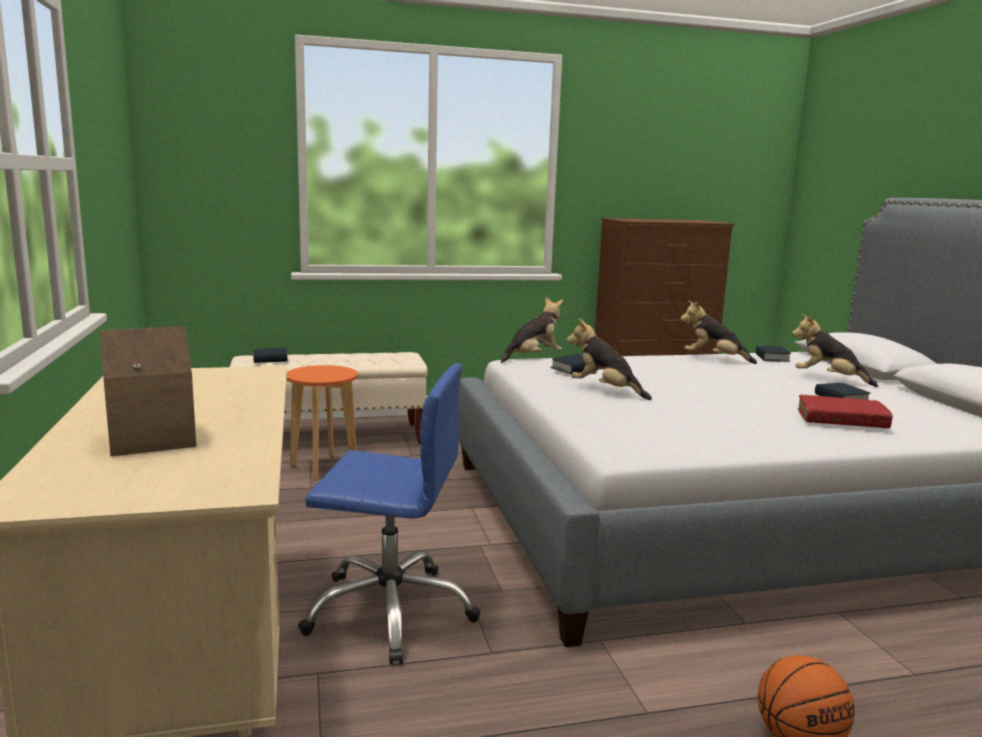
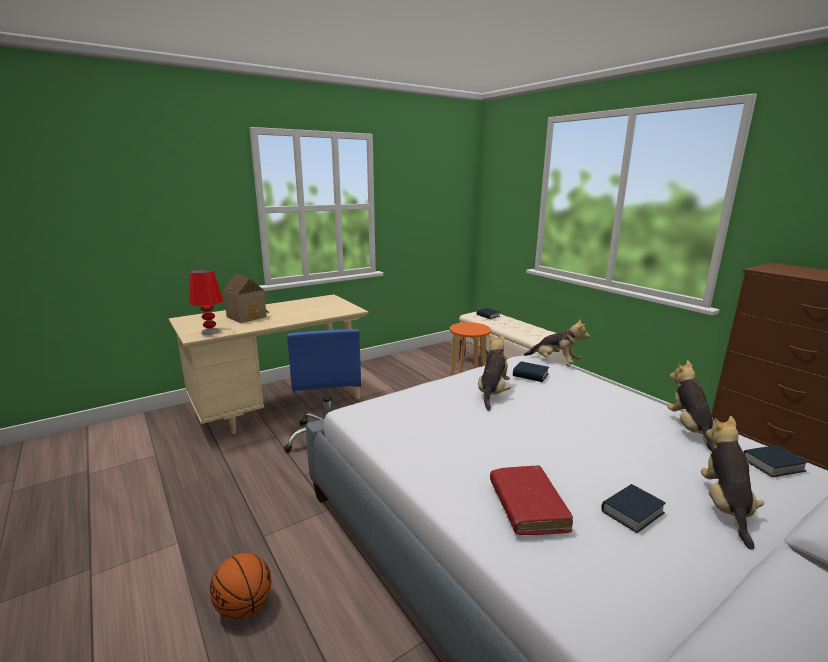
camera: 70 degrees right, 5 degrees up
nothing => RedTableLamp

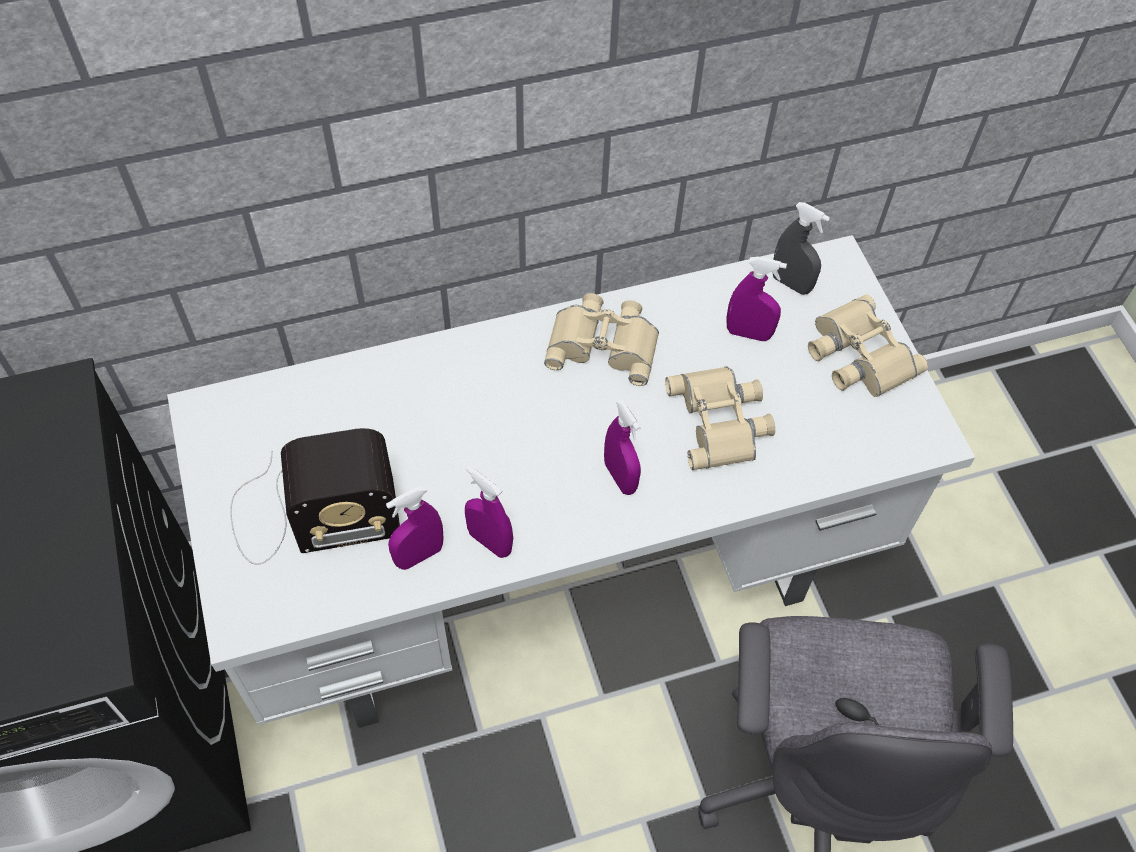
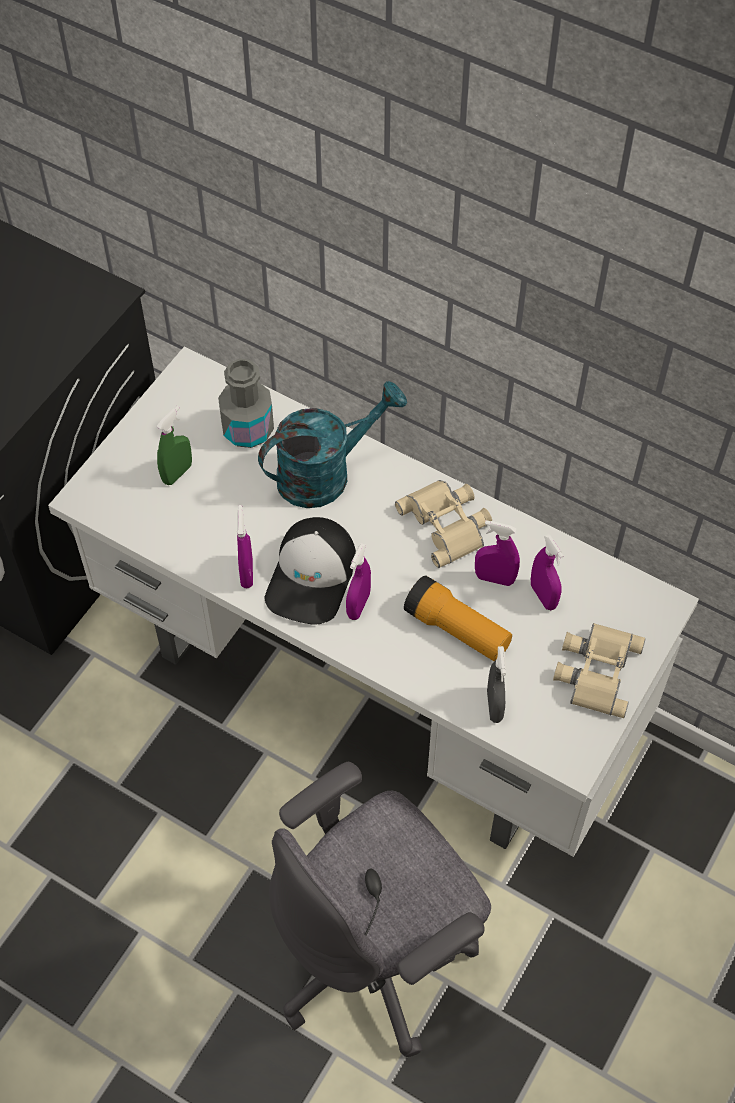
camera: 50 degrees right, 0 degrees up
nothing => GreyBottle
nothing => TurquoiseWateringCan
nothing => Cap
PurpleSprayBottle (1st from left in the first image) => PurpleSprayBottle (3rd from left), moved
GreySprayBottle, moved
Radio => GreenSprayBottle
BeigeBinoculars (2nd from left) => Flashlight

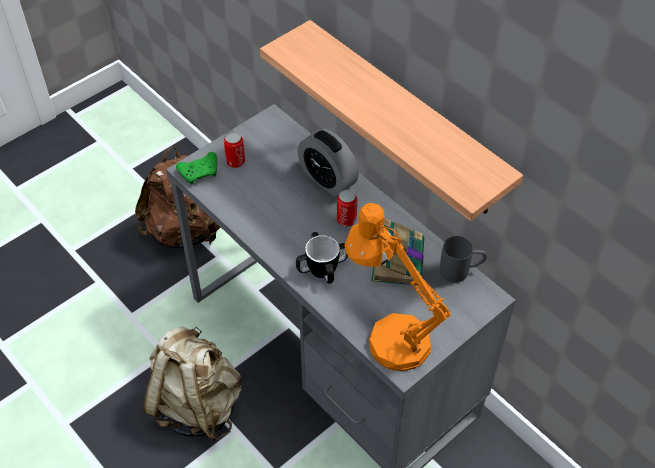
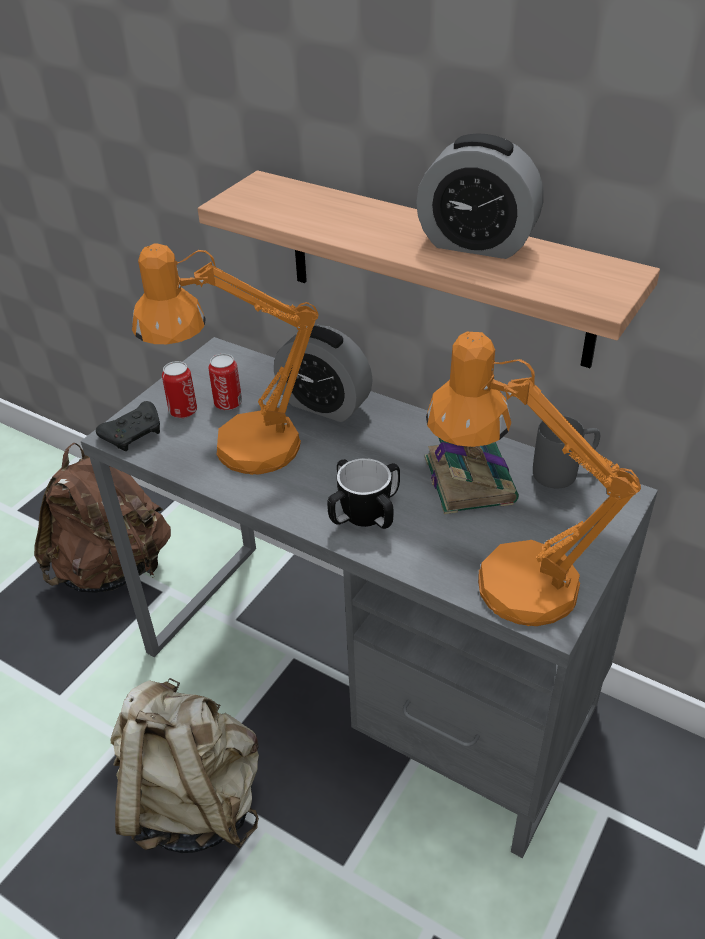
camera: 15 degrees left, 10 degrees down
nothing => OrangeTableLamp (1st from left)
nothing => AlarmClock (2nd from left)
Can (2nd from left), moved
GreenGameController => BlackGameController

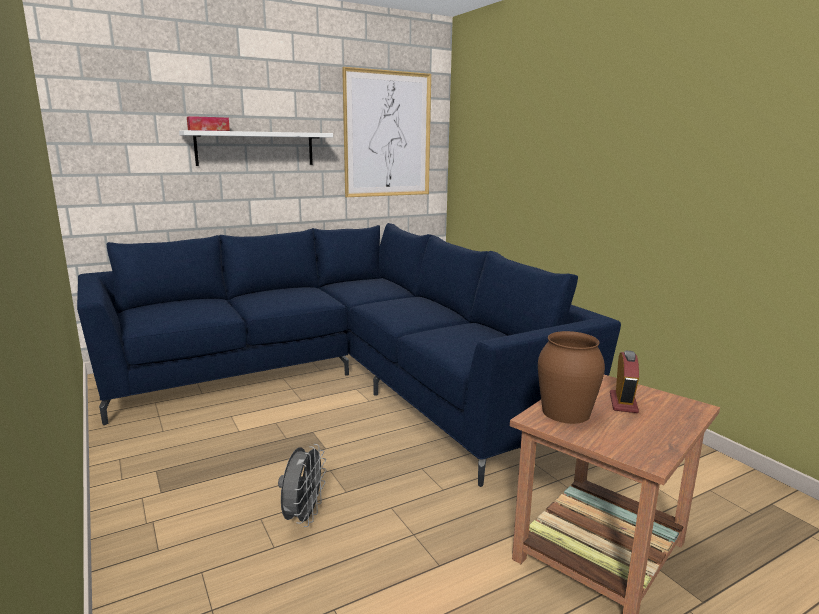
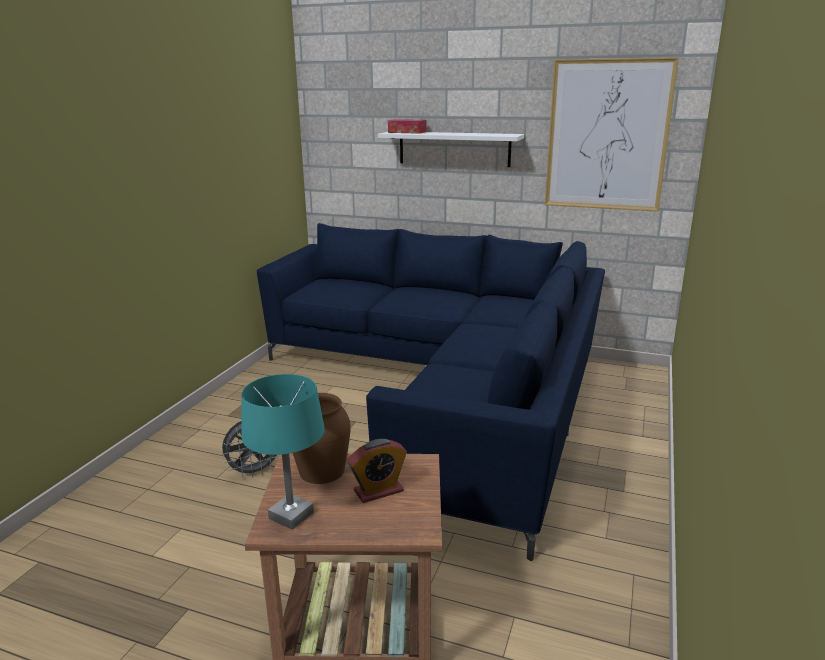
camera: 50 degrees right, 5 degrees up
nothing => TurquoiseTableLamp

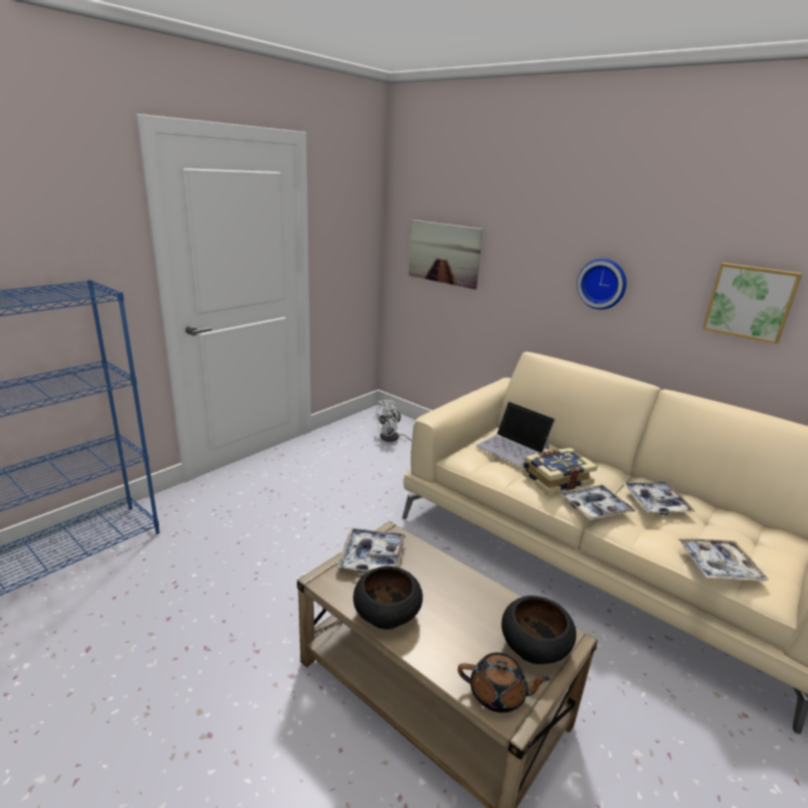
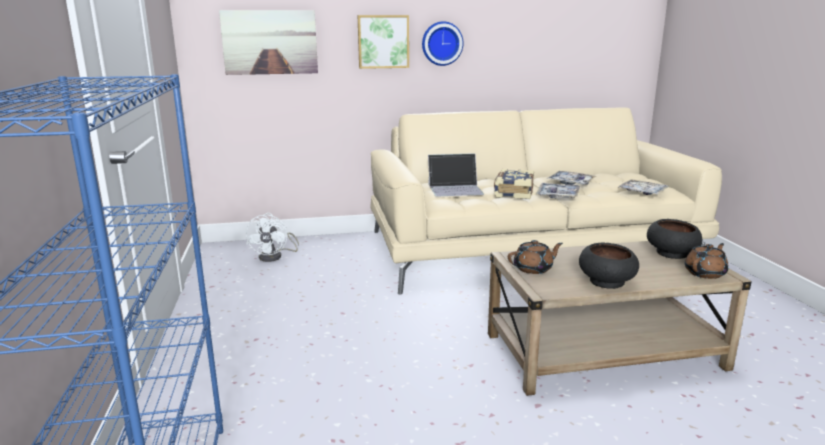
camera: 50 degrees left, 5 degrees down
Picture (2nd from left), moved
Tray (1st from left) => BrownTeapot (1st from left)

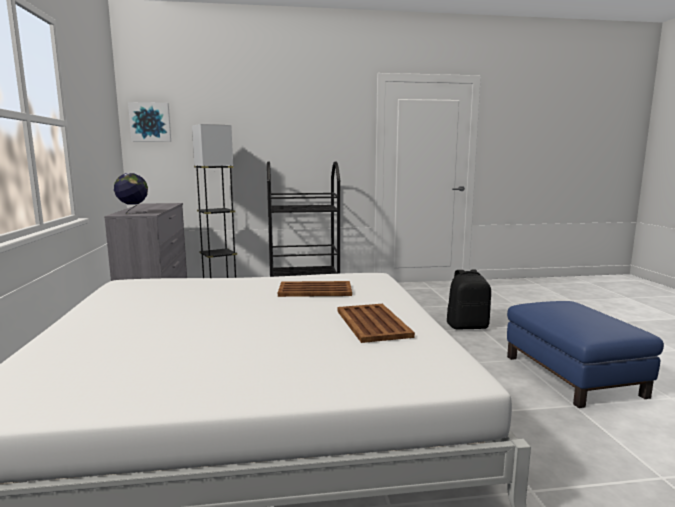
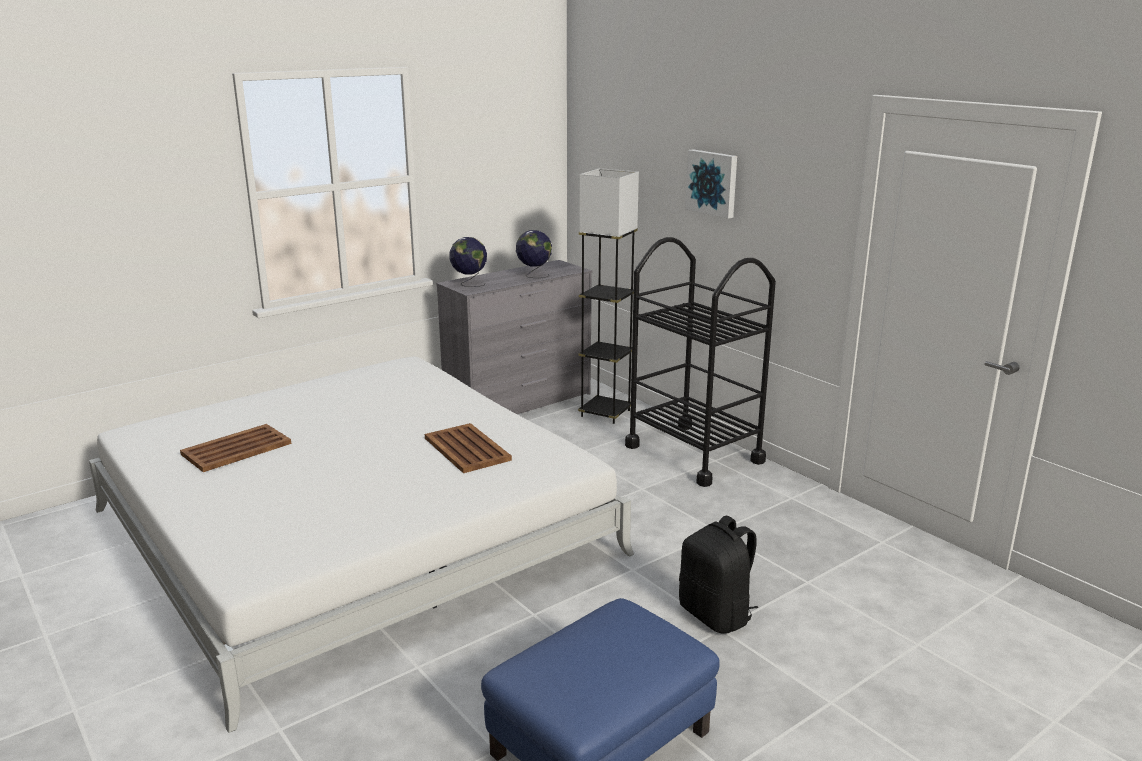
camera: 60 degrees right, 10 degrees up
nothing => Globe (2nd from left)
Picture, moved
BrownTray (2nd from left in the first image) => BrownTray (1st from left), moved

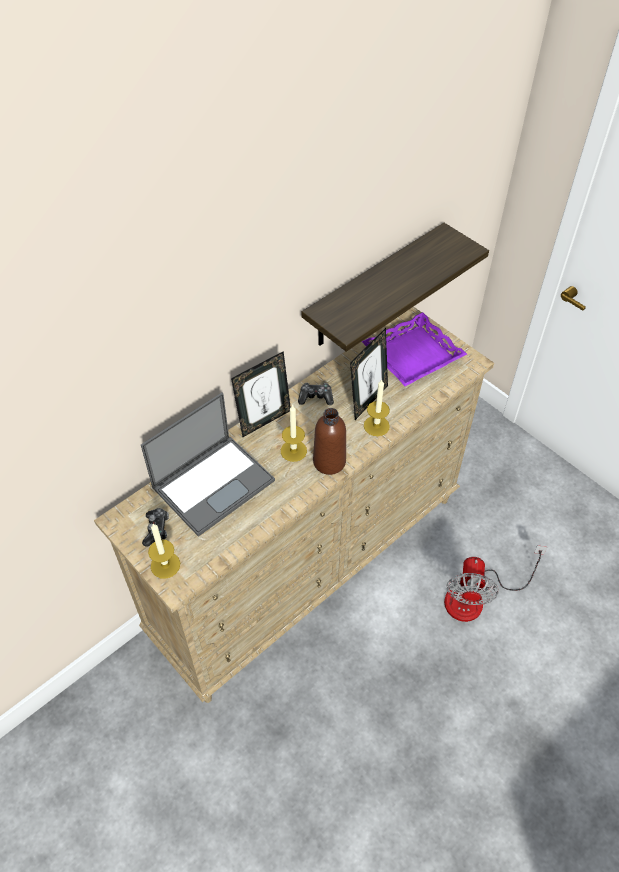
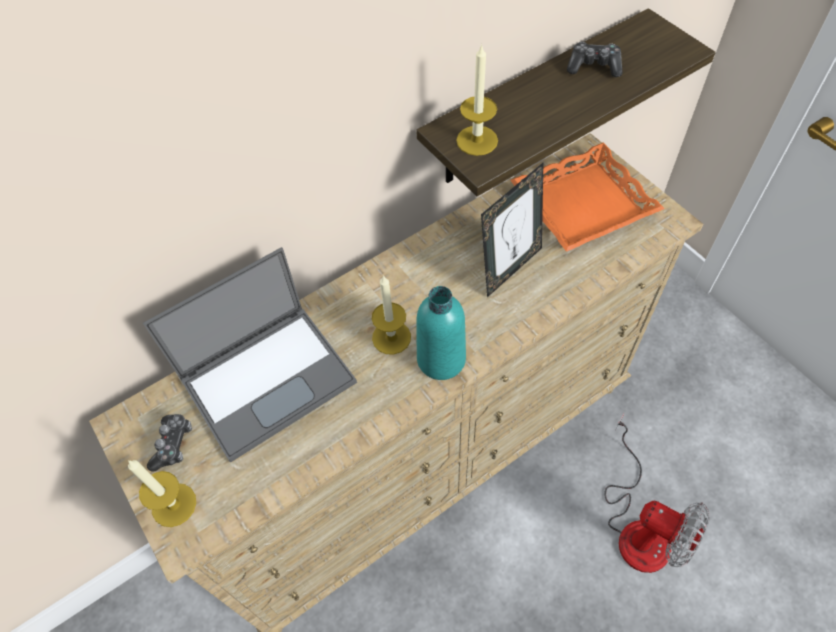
camera: 10 degrees right, 5 degrees up
PictureFrame (1st from left) => nothing
GameController (2nd from left), moved
Candle (3rd from left), moved
BrownBottle => TurquoiseBottle
PurpleTray => OrangeTray
Fan, 75 degrees counterclockwise

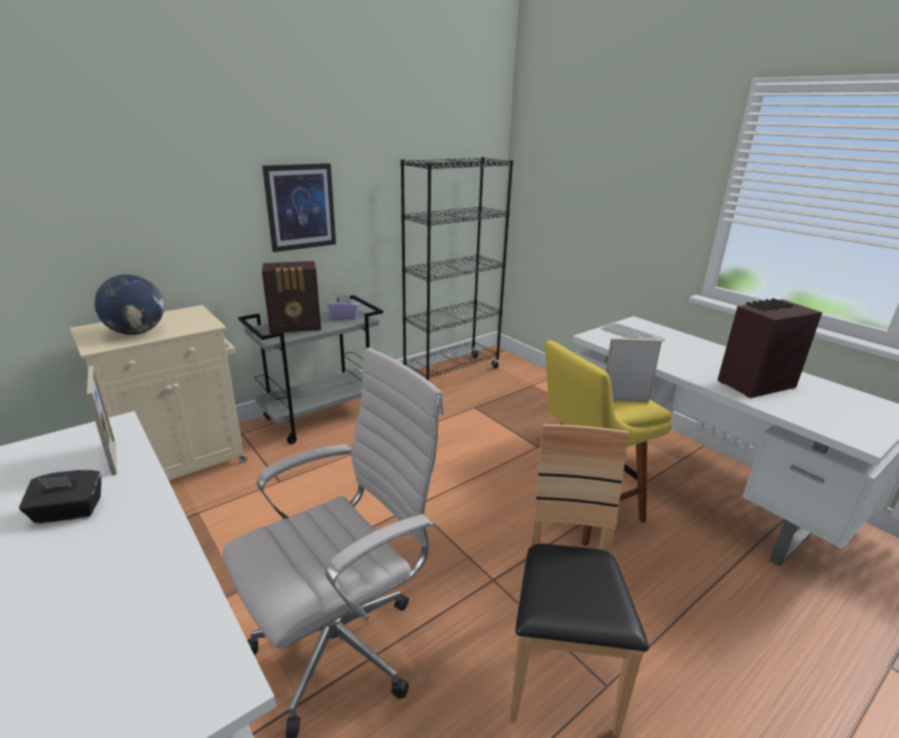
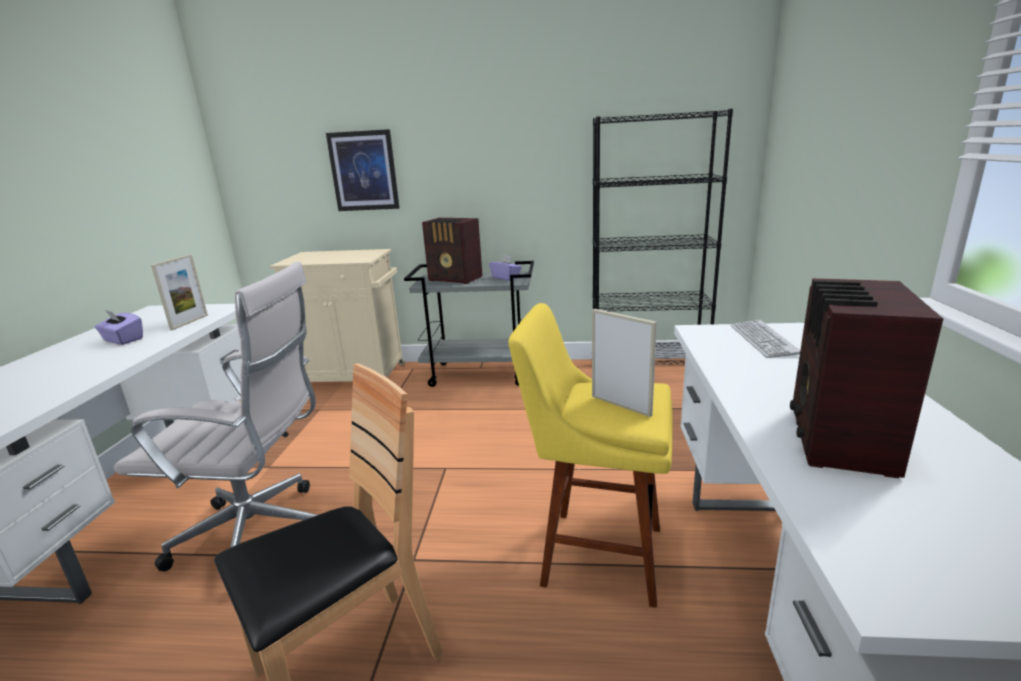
camera: 45 degrees right, 5 degrees down
Globe => nothing
Picture, moved
BlackTissueBox => PurpleTissueBox (1st from left)
Radio (2nd from left), 90 degrees counterclockwise

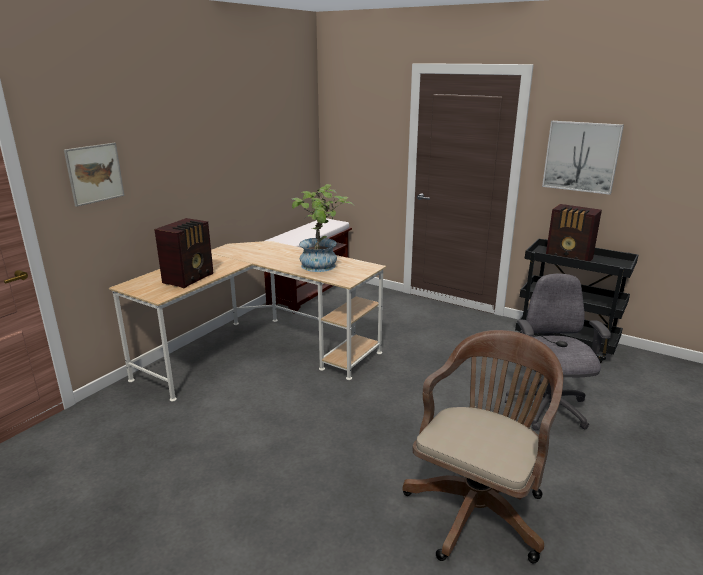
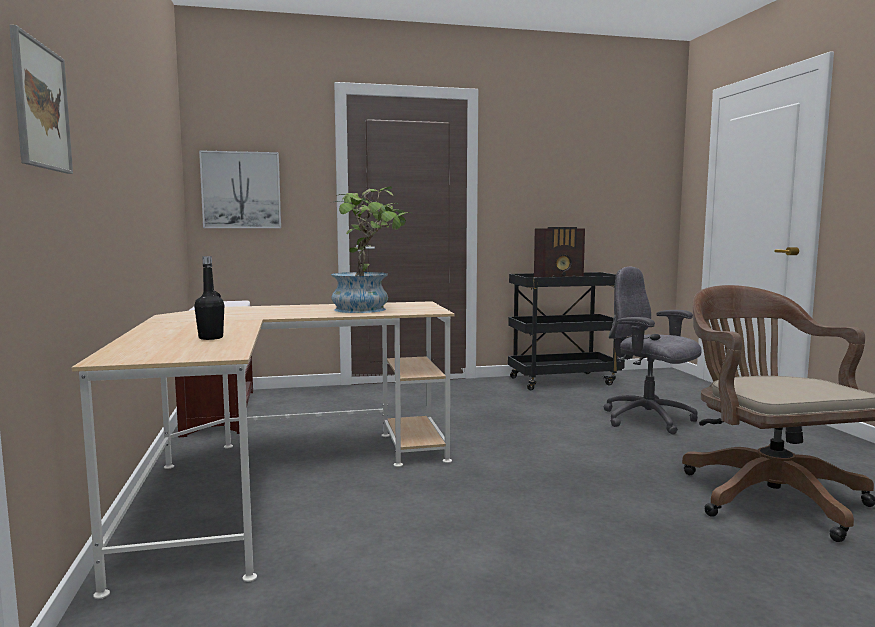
camera: 45 degrees left, 15 degrees down
Picture (2nd from left), moved
Radio (1st from left) => BlackBottle

